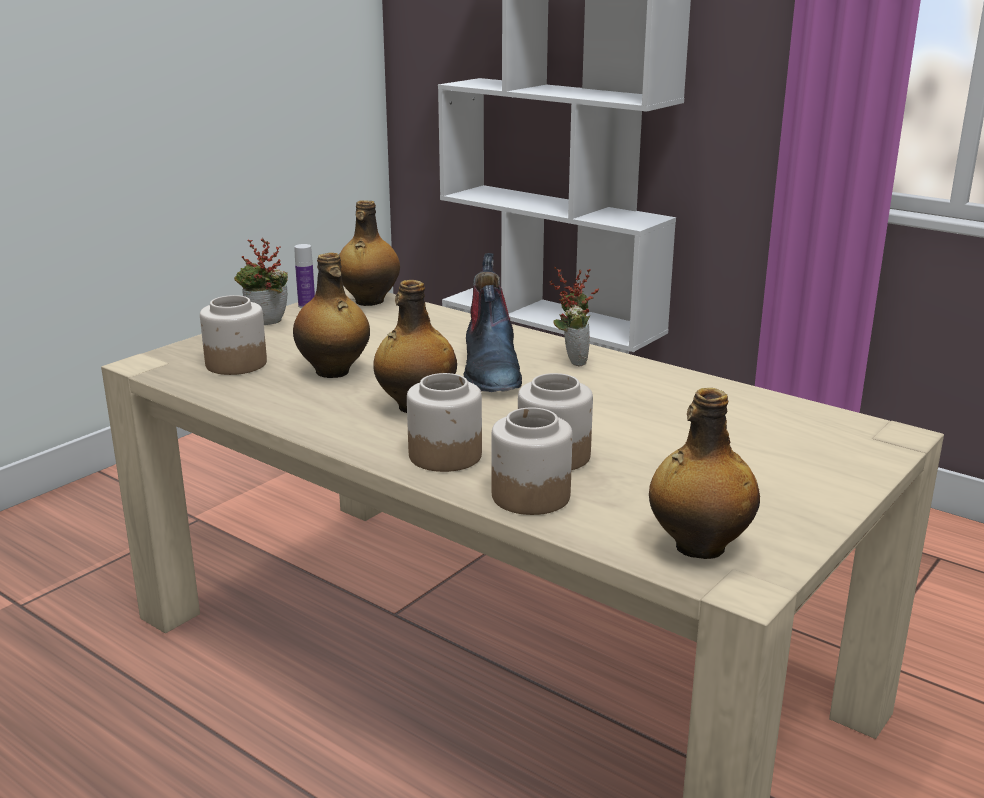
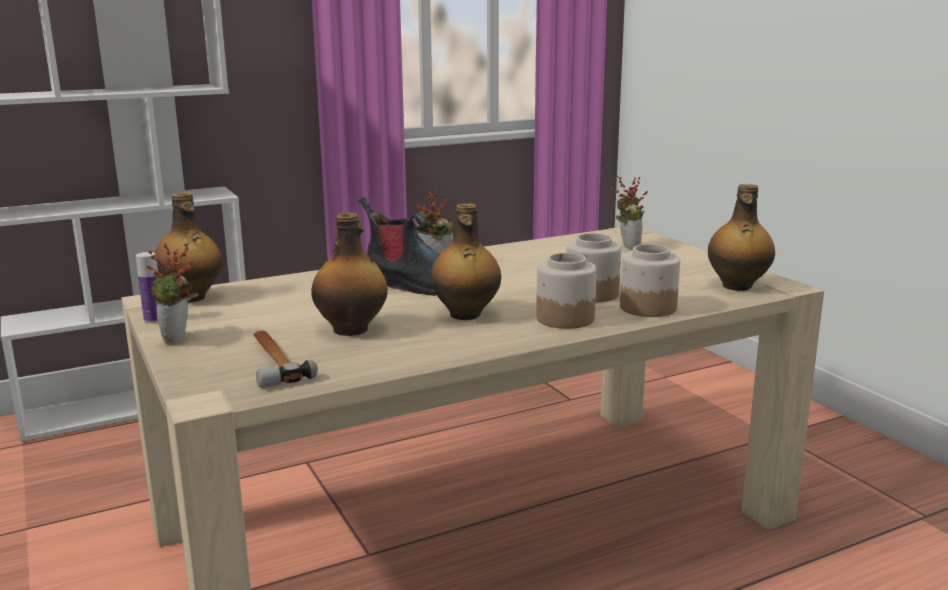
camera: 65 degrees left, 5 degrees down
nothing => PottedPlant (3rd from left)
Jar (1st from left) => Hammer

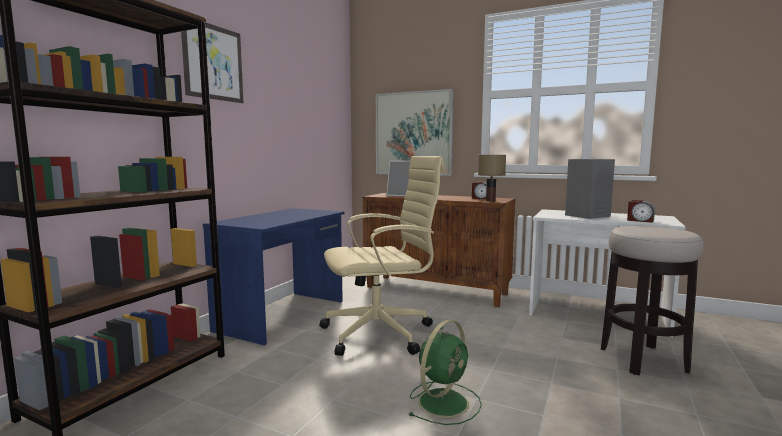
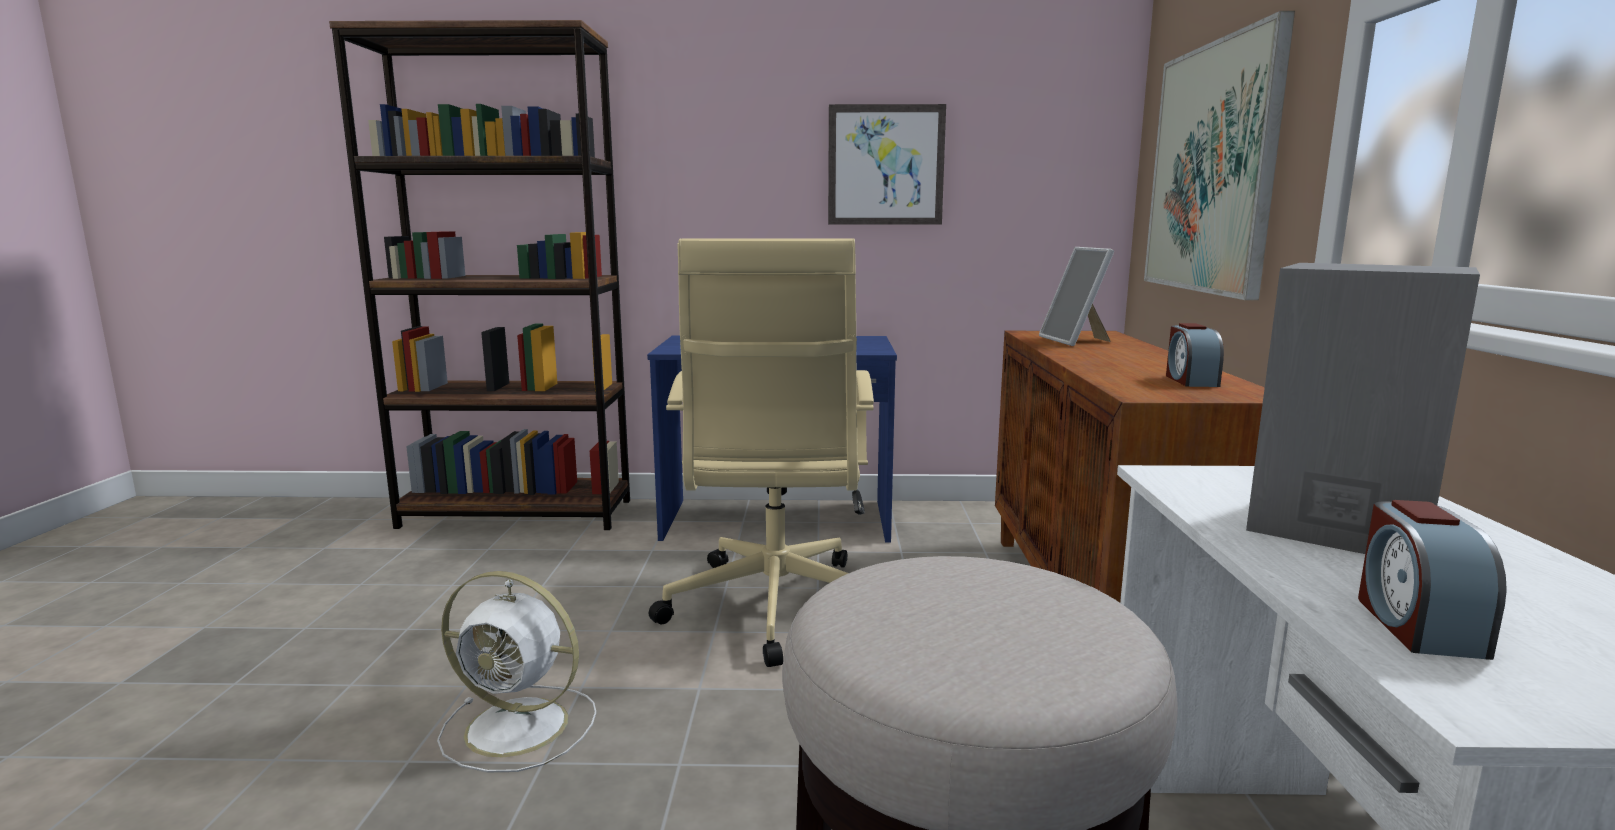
camera: 65 degrees right, 5 degrees up
TableLamp => nothing
Picture (1st from left), moved
GreenFan => WhiteFan
BeigeOfficeChair, 45 degrees clockwise

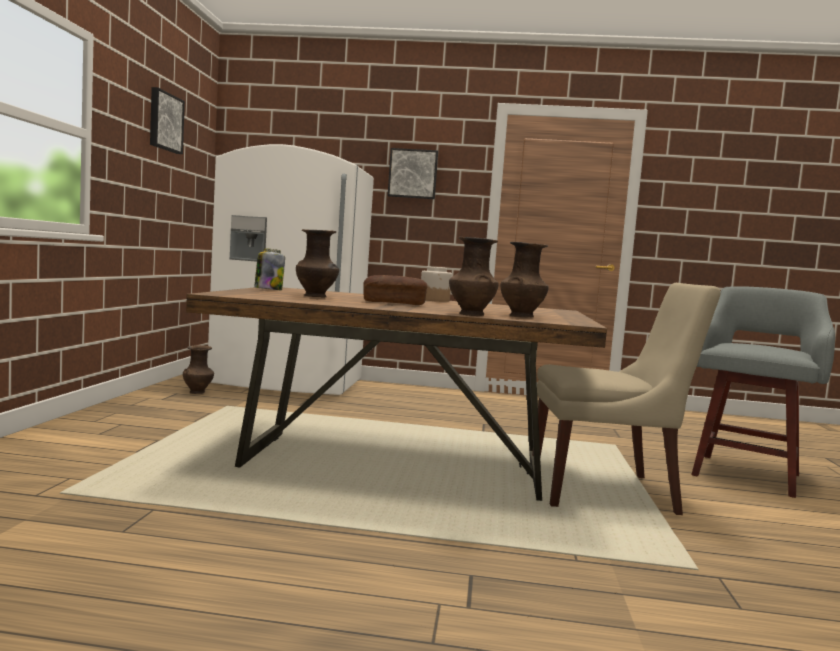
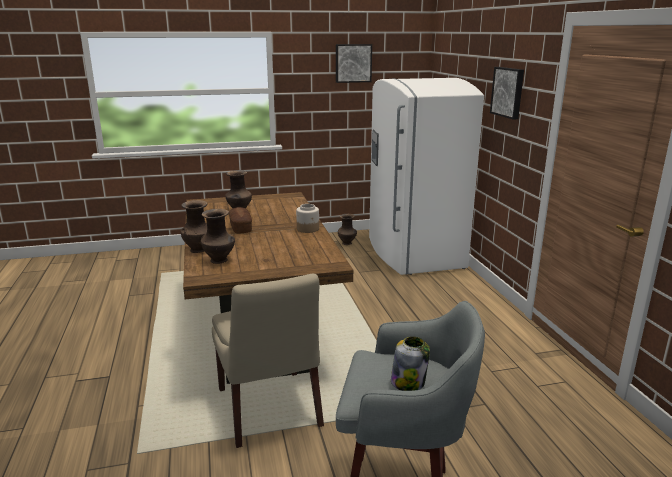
camera: 70 degrees right, 15 degrees up
Jar (1st from left in the first image) => Jar (2nd from left), moved

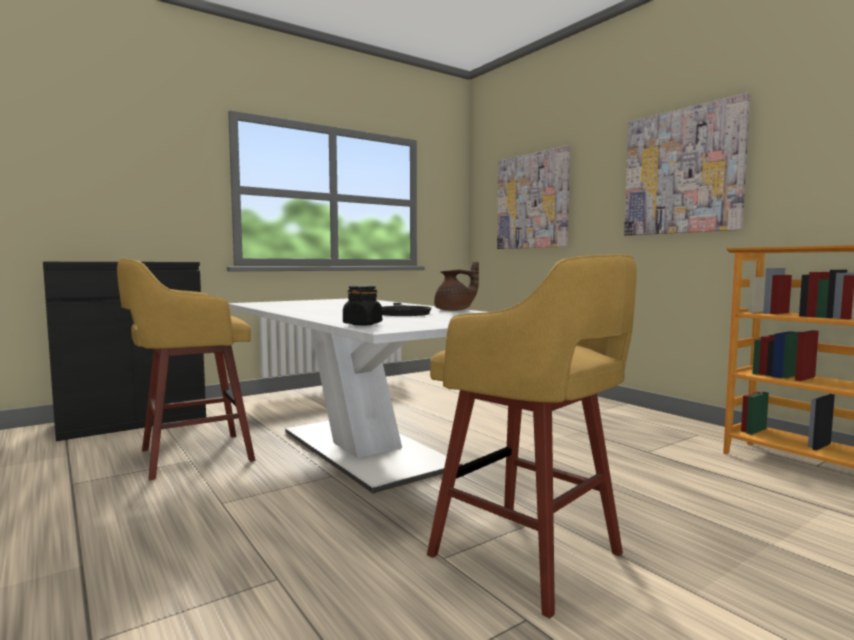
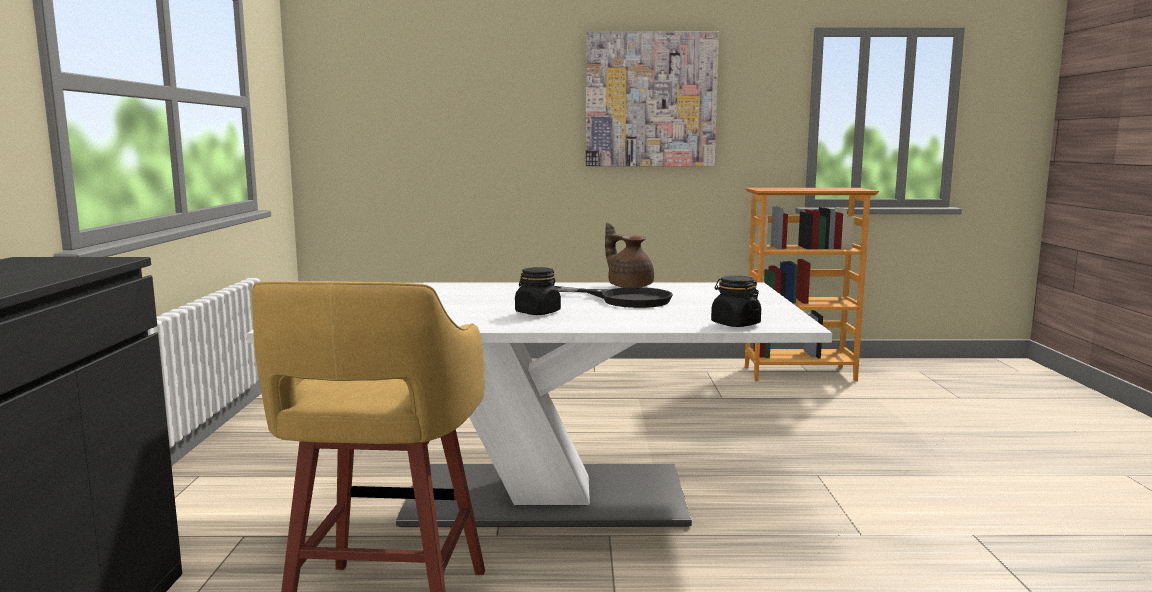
camera: 55 degrees left, 5 degrees up
YellowStool (2nd from left) => nothing
Picture (1st from left) => nothing
nothing => BlackJar (1st from left)
BrownTeapot, 60 degrees counterclockwise

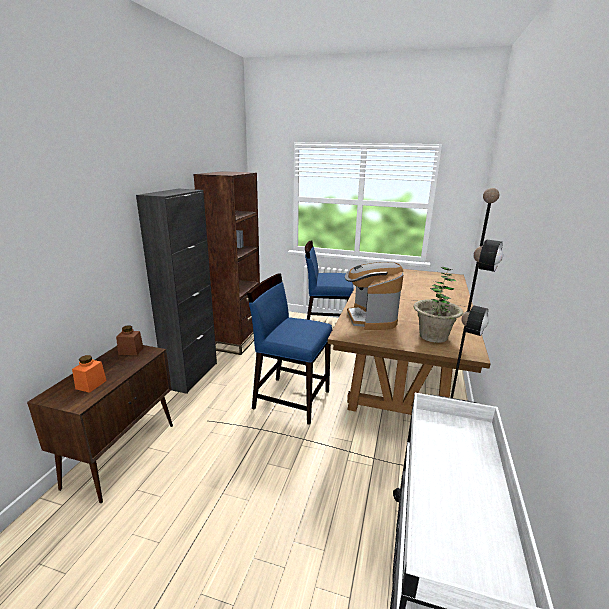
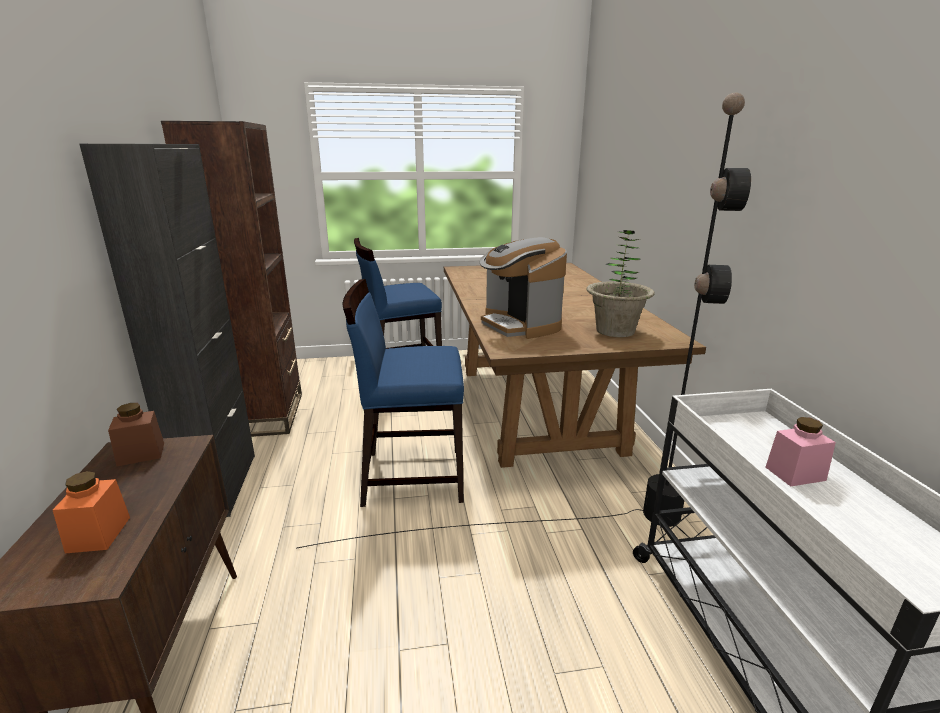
camera: 25 degrees left, 0 degrees up
nothing => PinkJar

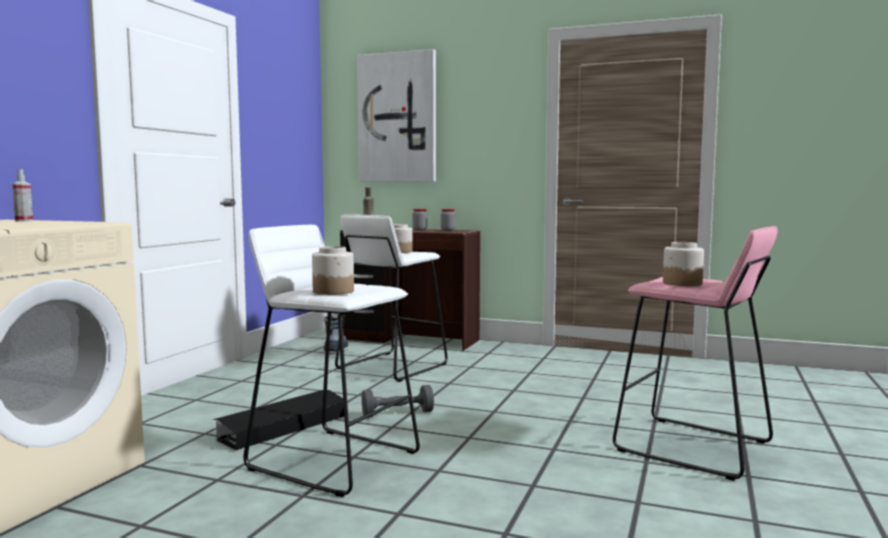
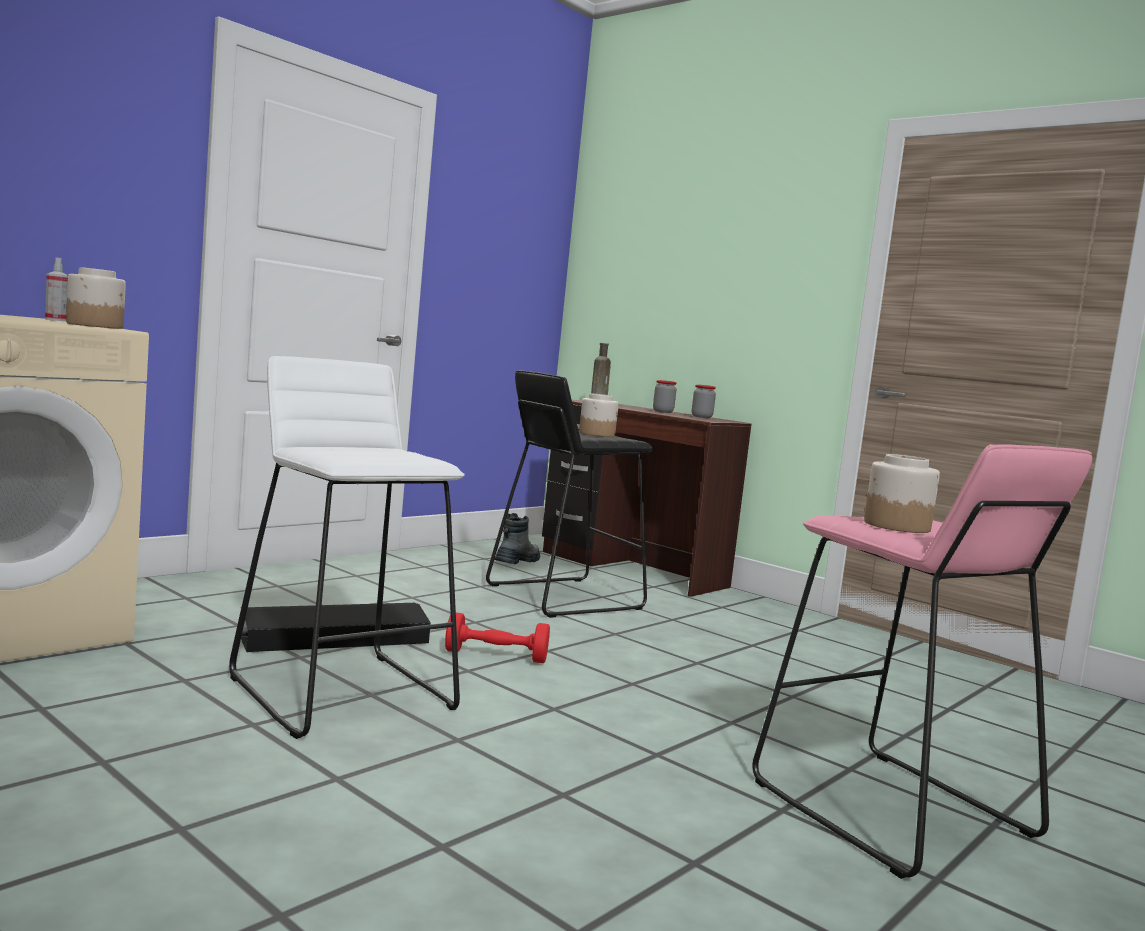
camera: 20 degrees right, 0 degrees up
Picture => nothing
Jar (1st from left), moved
WhiteStool (2nd from left) => BlackStool
GreyDumbbell => RedDumbbell

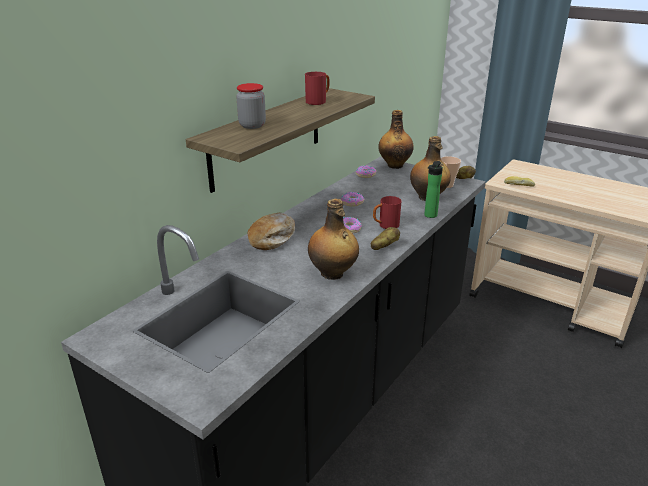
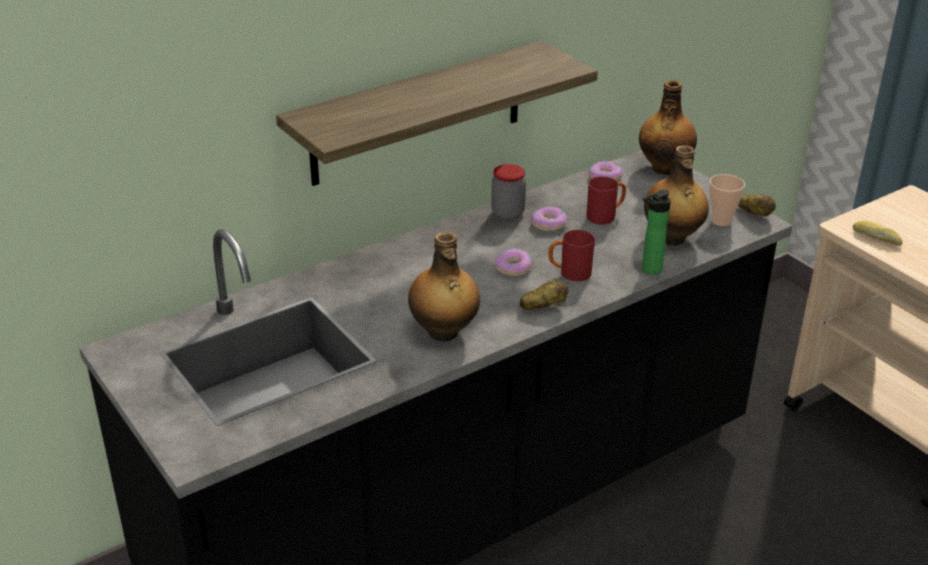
camera: 20 degrees right, 5 degrees up
Bread (1st from left) => nothing
Jar, moved
RedMug (1st from left in the first image) => RedMug (2nd from left), moved

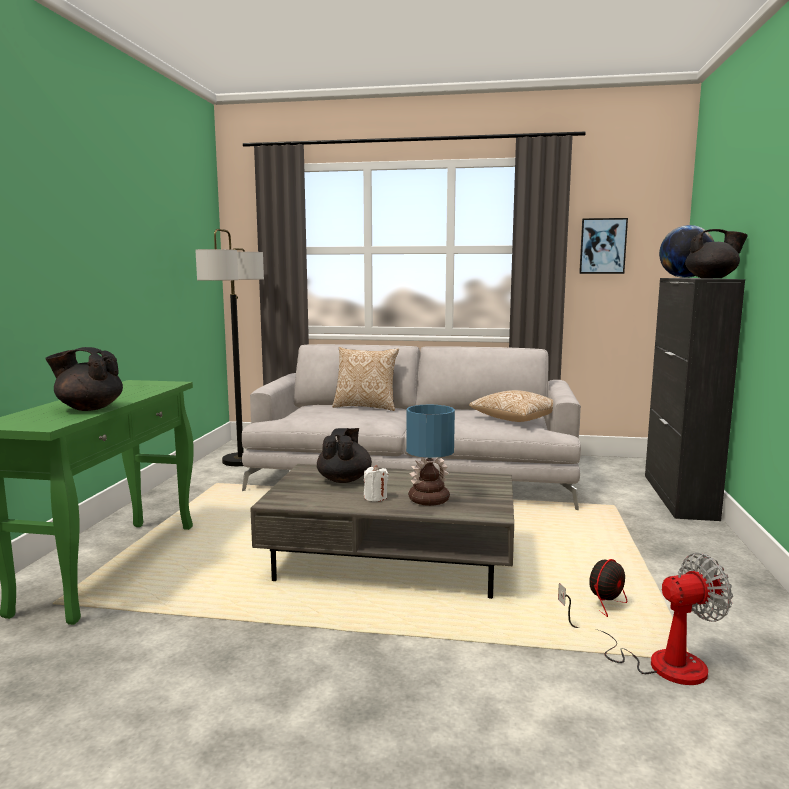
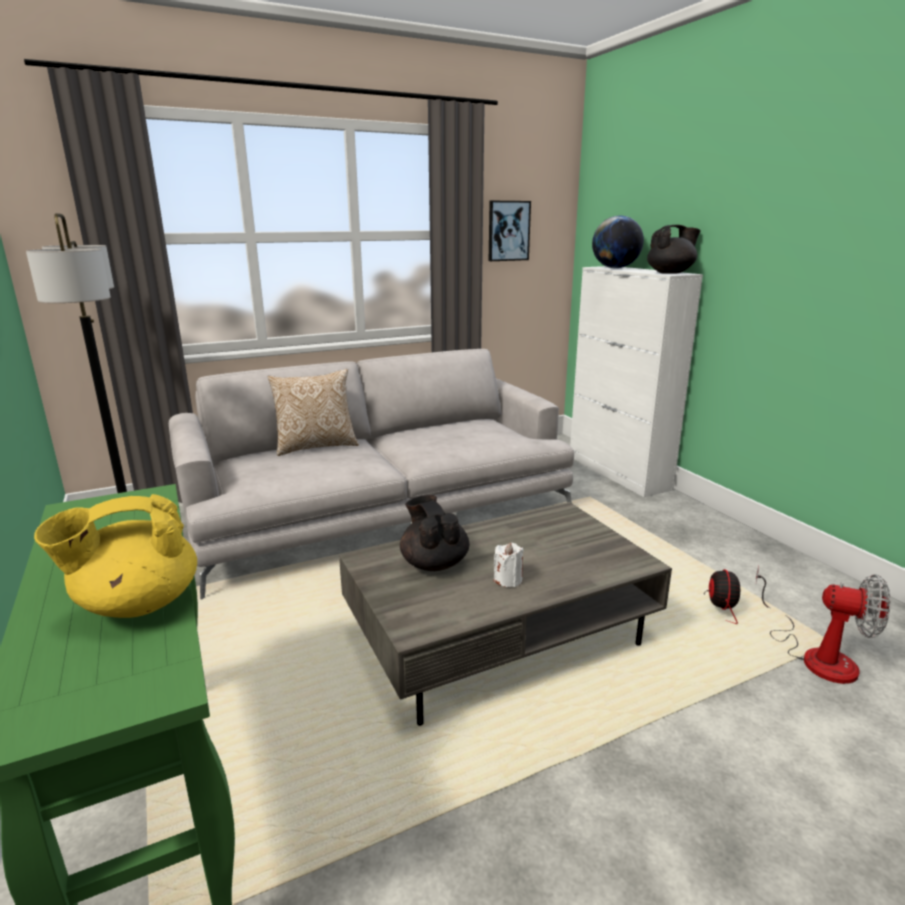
camera: 35 degrees left, 10 degrees up
TableLamp => nothing
Pillow (2nd from left) => nothing
BlackTeapot (1st from left) => YellowTeapot
BlackCabinet => WhiteCabinet
Fan (2nd from left), 75 degrees clockwise

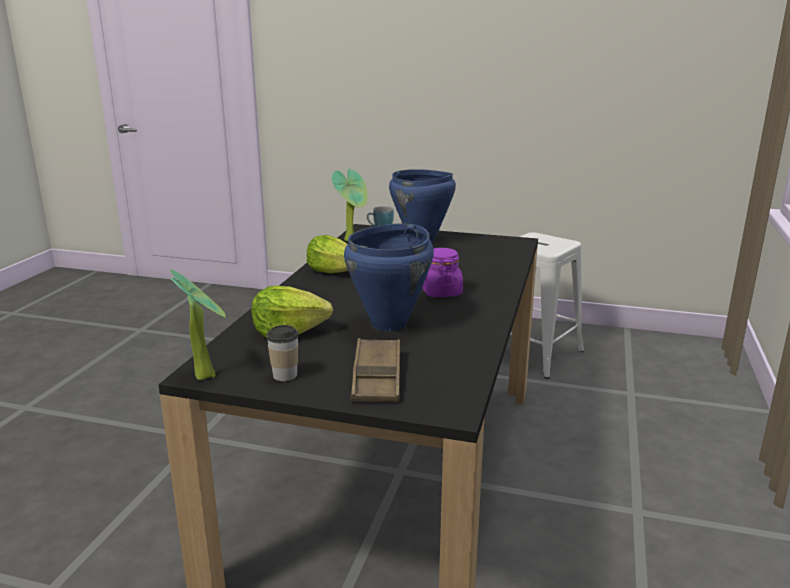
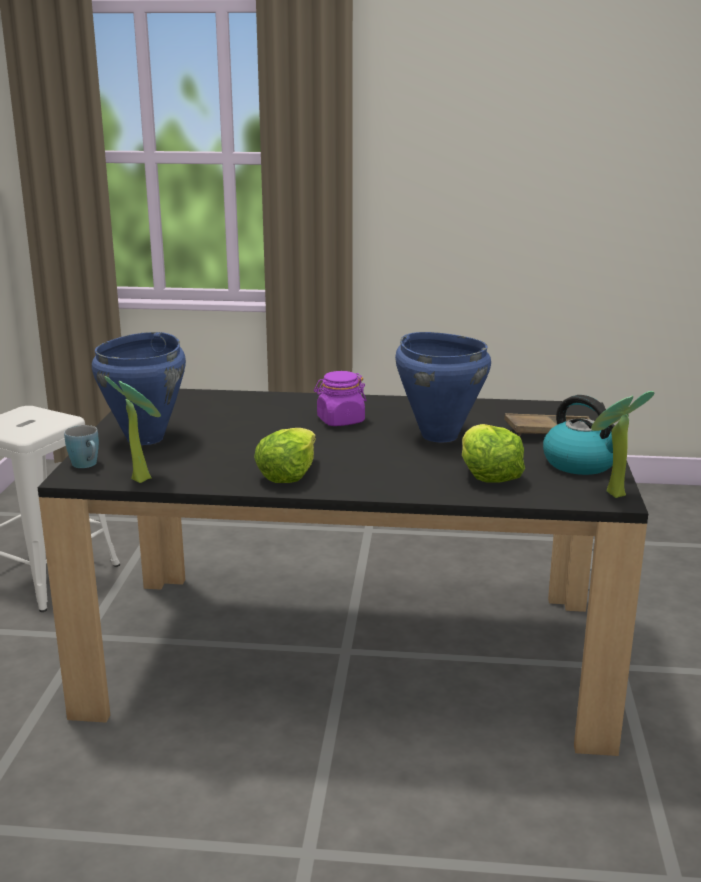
camera: 100 degrees left, 0 degrees up
Cup => Kettle

